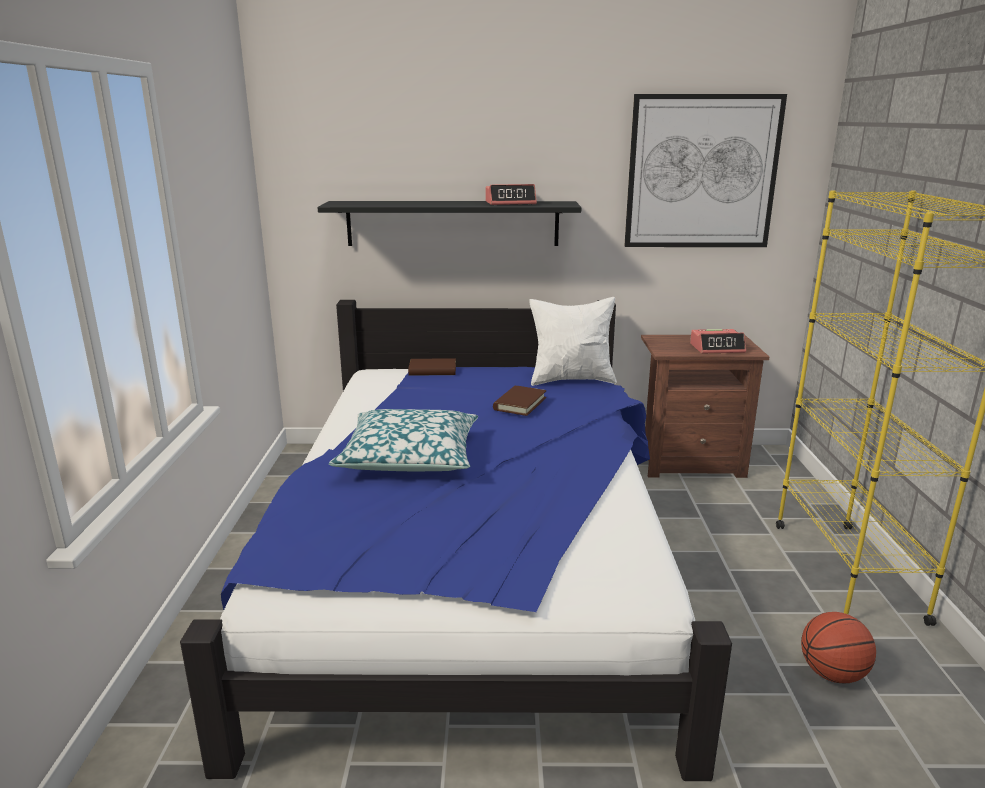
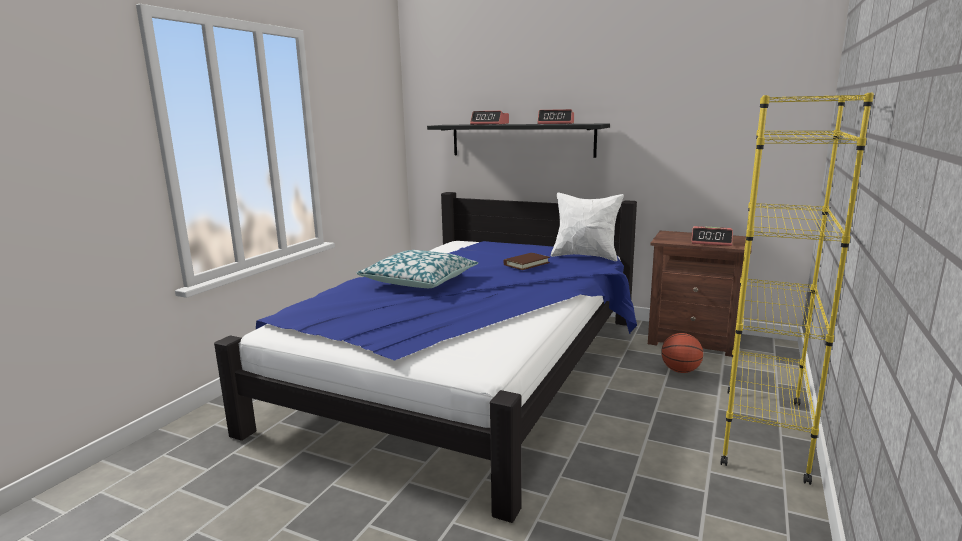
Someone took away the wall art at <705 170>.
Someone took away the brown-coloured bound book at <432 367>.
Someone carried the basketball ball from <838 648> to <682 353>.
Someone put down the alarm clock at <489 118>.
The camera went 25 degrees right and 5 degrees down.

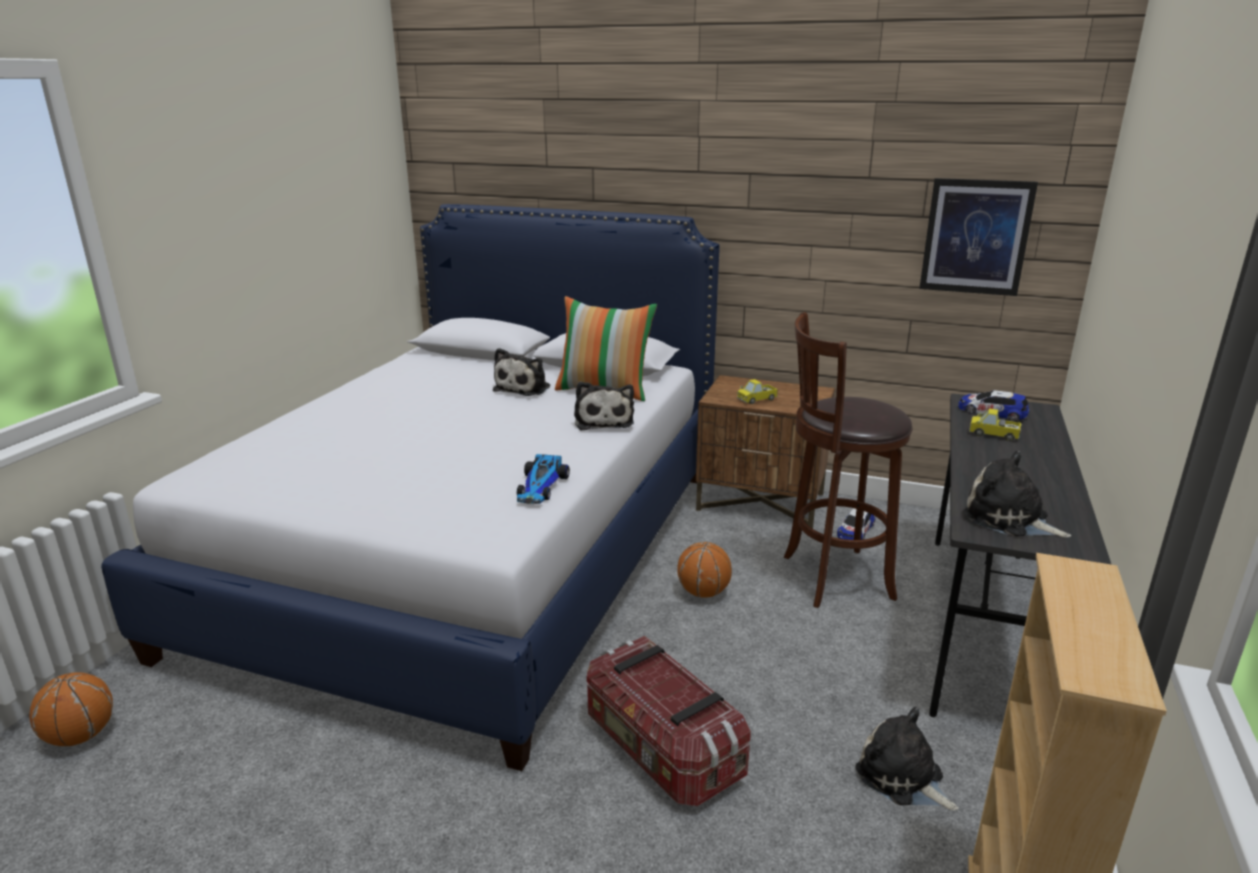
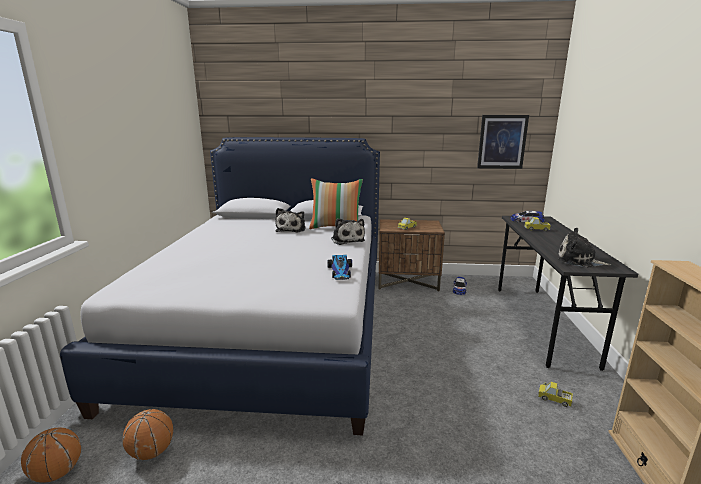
Someone took away the brown-coloured stool seat at <848 460>.
Someone carried the basketball ball from <704 570> to <148 434>.
Someone took away the storage container at <668 721>.
Someone swapped the cuddly toy at <907 759> for the model truck at <555 394>.
The camera went 15 degrees left and 5 degrees down.

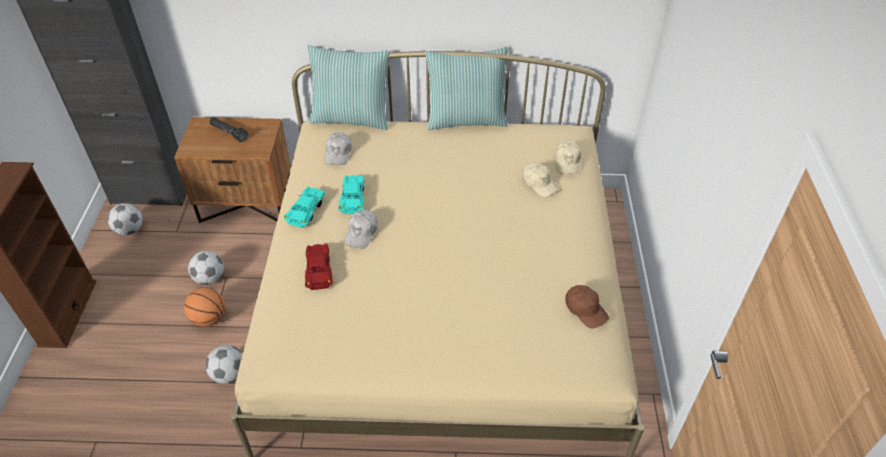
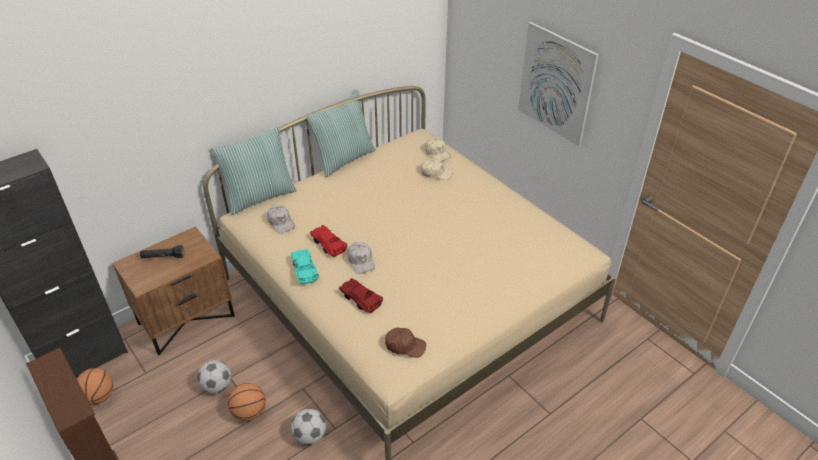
Someone repainted the blue-green miniature car at <351 194>, which became the reddish miniature car at <328 241>.
Someone swapped the football ball at <125 219> for the basketball ball at <95 386>.
Someone carried the brown-coloured baseball cap from <587 307> to <405 343>.
Someone put up the wall art at <558 84>.
The camera went 40 degrees left and 5 degrees down.

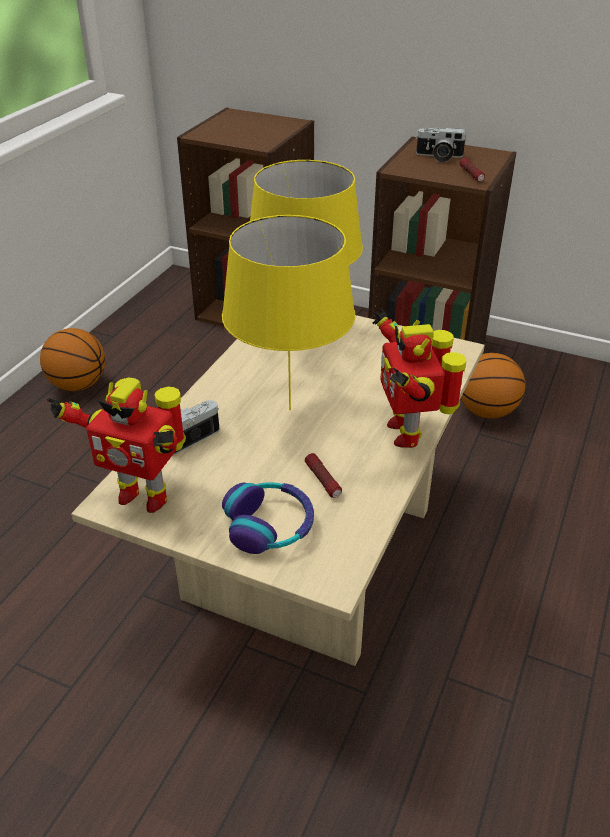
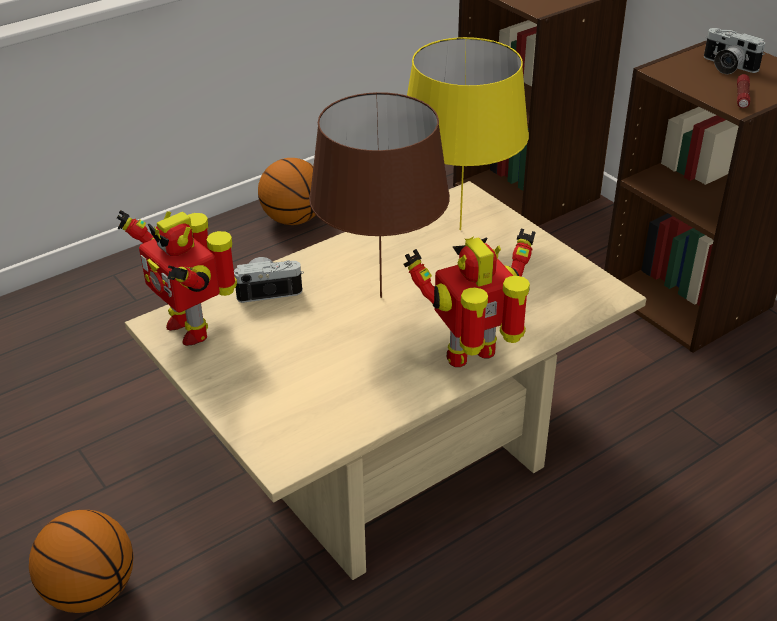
Someone repainted the yellowish table lamp at <288 312>, which became the brown-coloured table lamp at <379 195>.
Someone rotated the toy robot at <419 378> by 45 degrees clockwise.
Someone carried the basketball ball from <493 386> to <81 561>.
Someone took away the hand torch at <323 475>.
Someone took away the pair of headphones at <268 518>.
The camera went 30 degrees right and 0 degrees up.

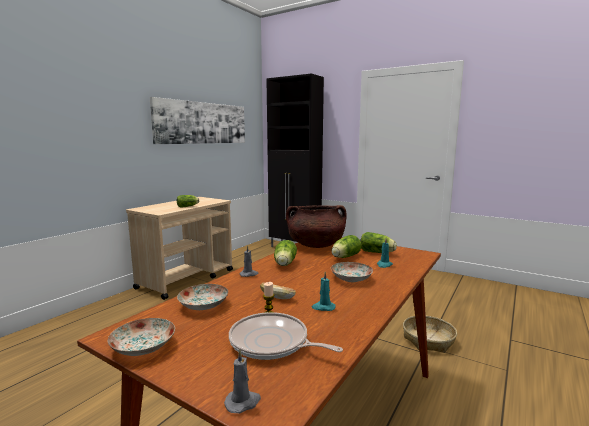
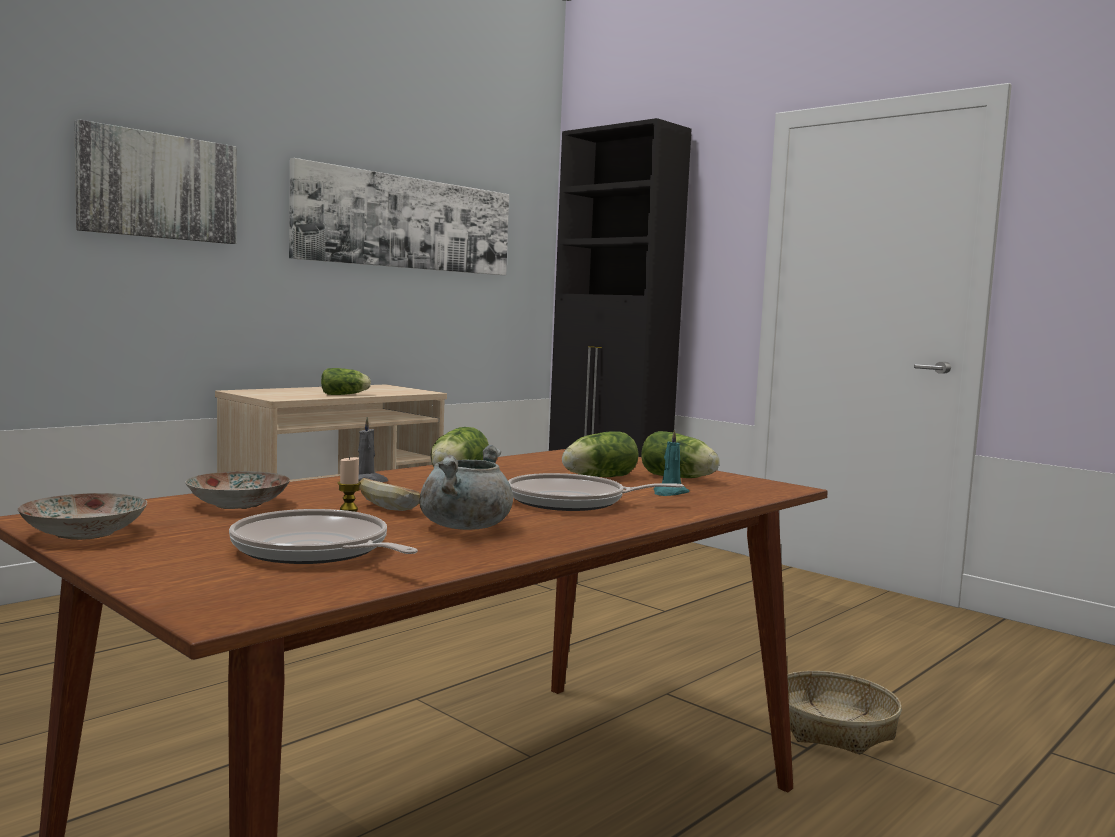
Someone took away the brown-coloured saucepot at <316 226>.
Someone swapped the dinner plate at <352 272> for the skillet at <596 492>.
Someone swapped the blue-green wax light at <323 291> for the grey saucepot at <466 487>.
Someone took away the grey wax light at <242 381>.
Someone put up the wall art at <155 181>.
The camera went 10 degrees right and 5 degrees down.

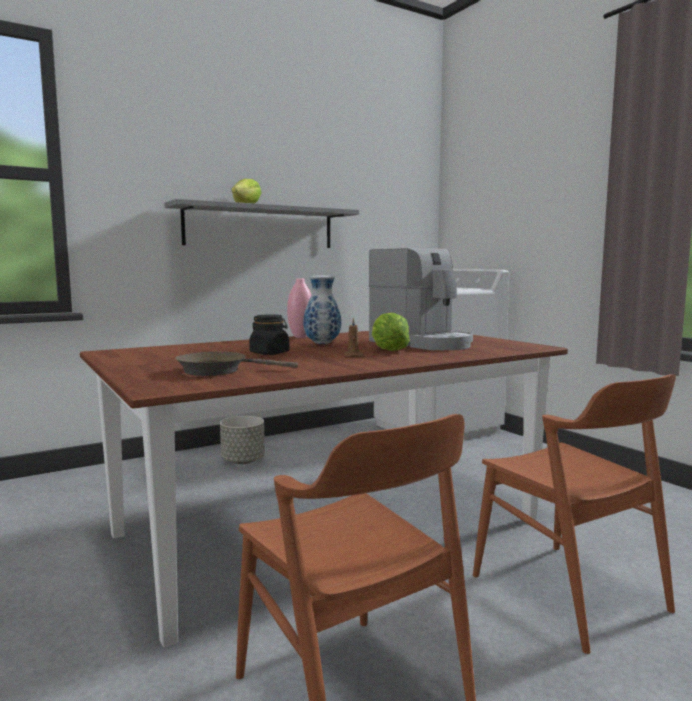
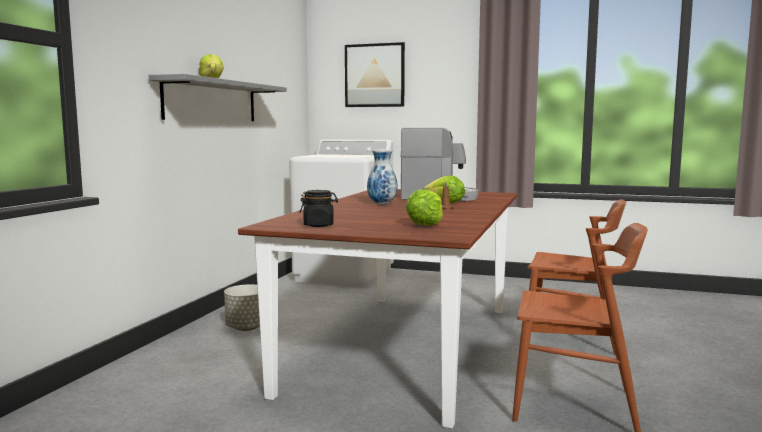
Someone took away the pink flower vase at <299 308>.
Someone carried the black storage jar from <269 335> to <319 208>.
Someone swapped the brown-coloured skillet at <236 364> for the head of lettuce at <424 207>.
Someone put up the wall art at <375 74>.
The camera went 40 degrees left and 0 degrees up.

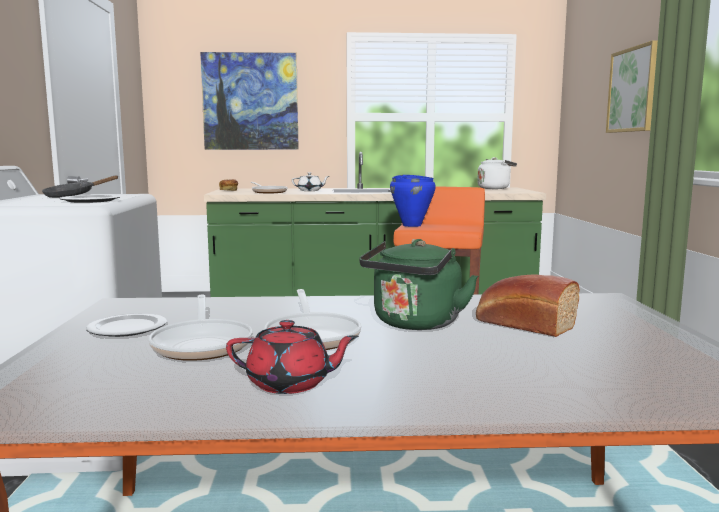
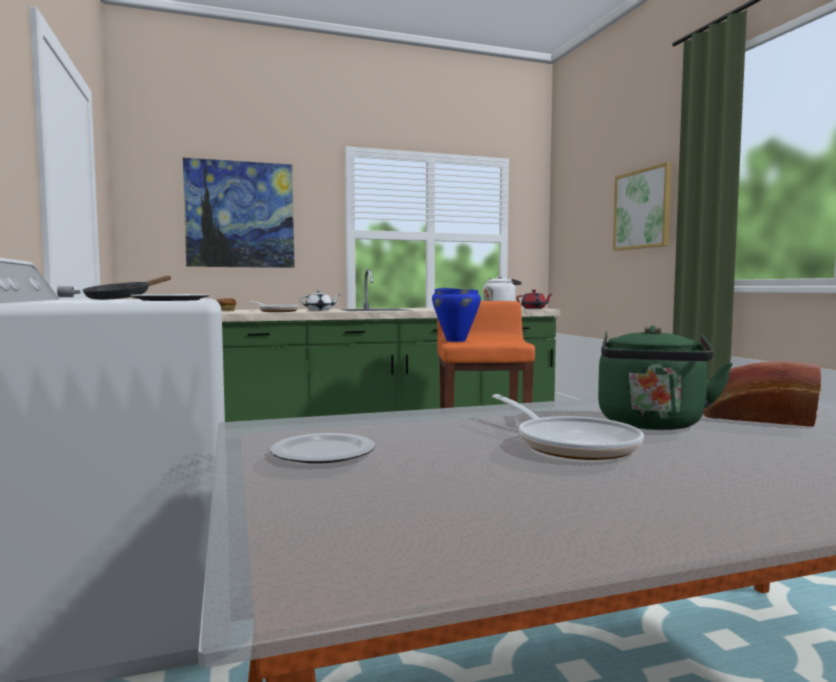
Someone took away the skillet at <201 328>.
Someone carried the reddish tea pot from <292 357> to <534 299>.
The camera went 15 degrees left and 5 degrees down.

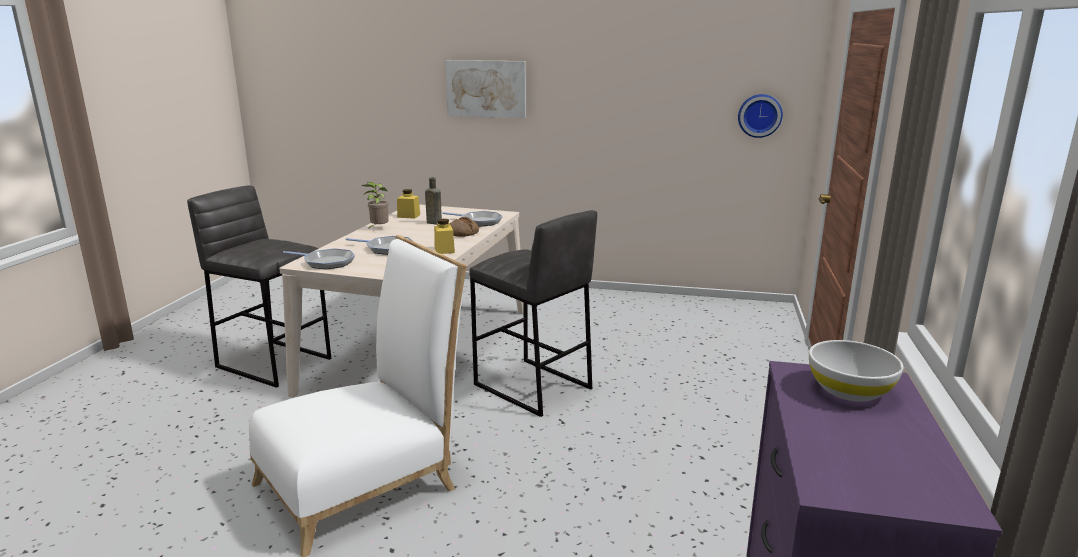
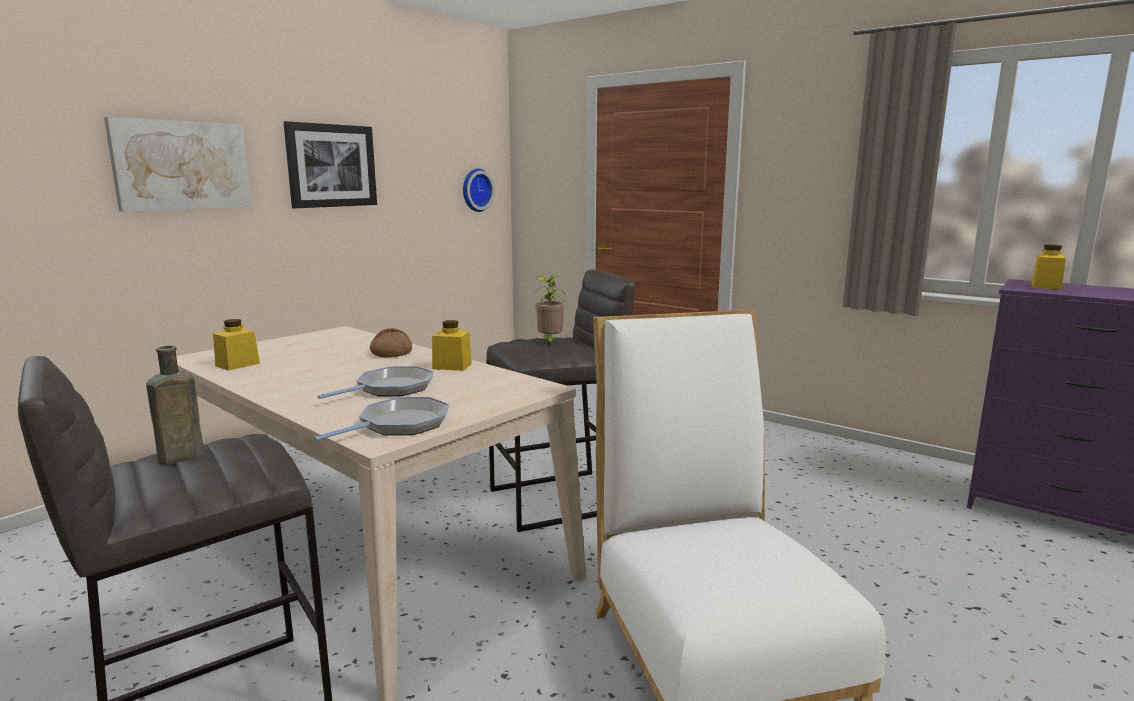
Someone carried the brown-coloured bottle from <433 201> to <175 405>.
Someone carried the houseplant from <375 206> to <549 310>.
Someone took away the skillet at <472 219>.
Someone swapped the whitish deep dish at <856 371> for the yellowish storage jar at <1048 267>.
Someone put up the wall art at <330 164>.
The camera went 65 degrees left and 5 degrees down.

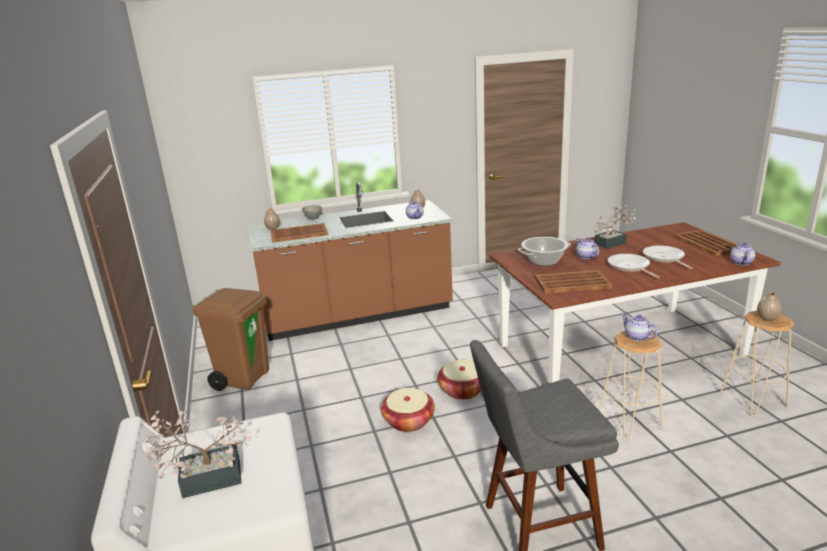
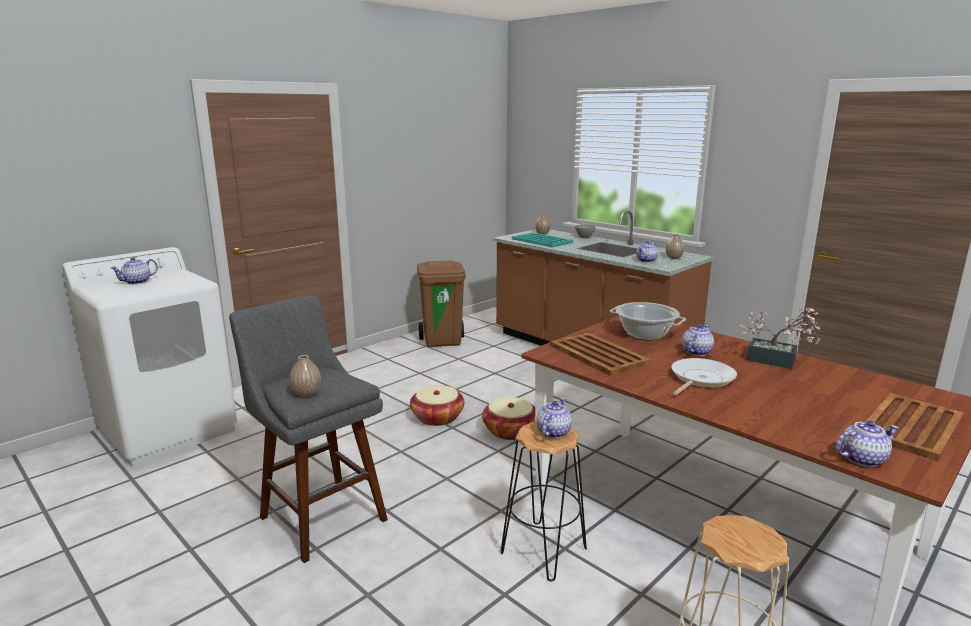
Someone repainted the brown-coloured tray at <299 233>, which became the blue-green tray at <542 240>.
Someone took away the skillet at <668 257>.
Someone carried the flower vase from <769 306> to <305 376>.
Someone repainted the beige-coloured stool seat at <631 386>, which became the black stool seat at <544 501>.
Someone swapped the houseplant at <198 454> for the tea pot at <134 270>.
The camera went 60 degrees right and 5 degrees down.

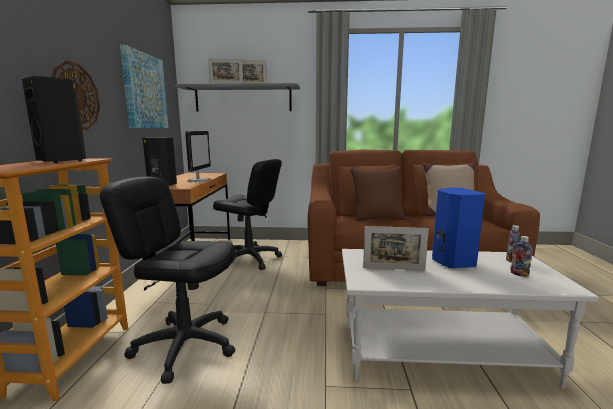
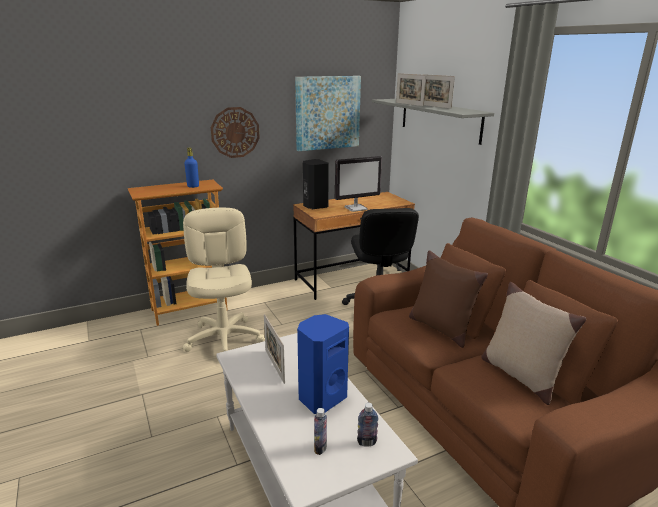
Someone swapped the black loudspeaker at <54 119> for the bluish bottle at <191 168>.
Someone repainted the black computer chair at <168 280>, which became the beige-coloured computer chair at <224 280>.
The camera went 60 degrees right and 10 degrees up.

